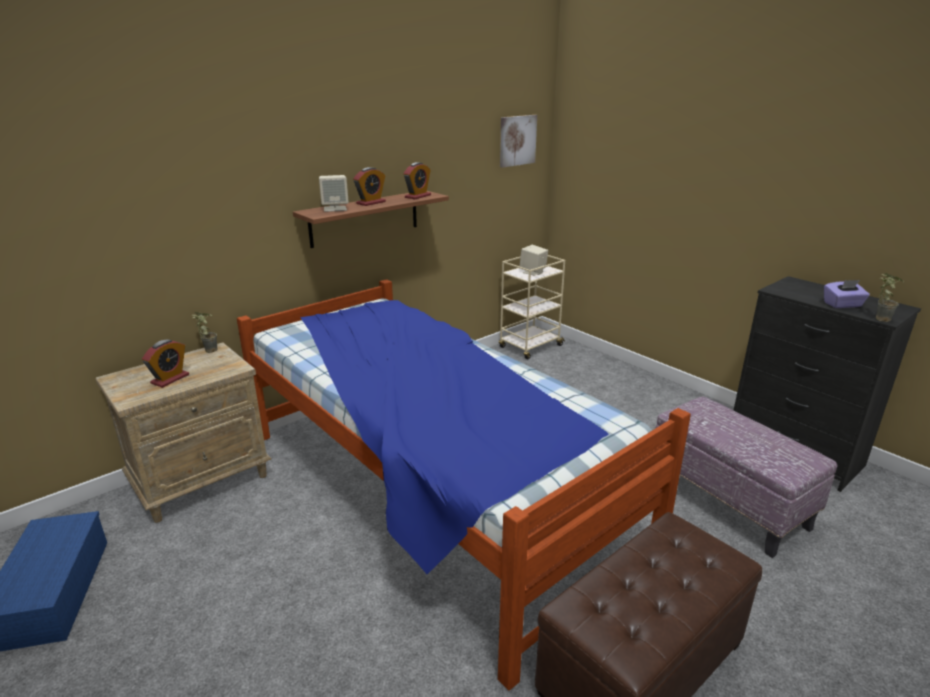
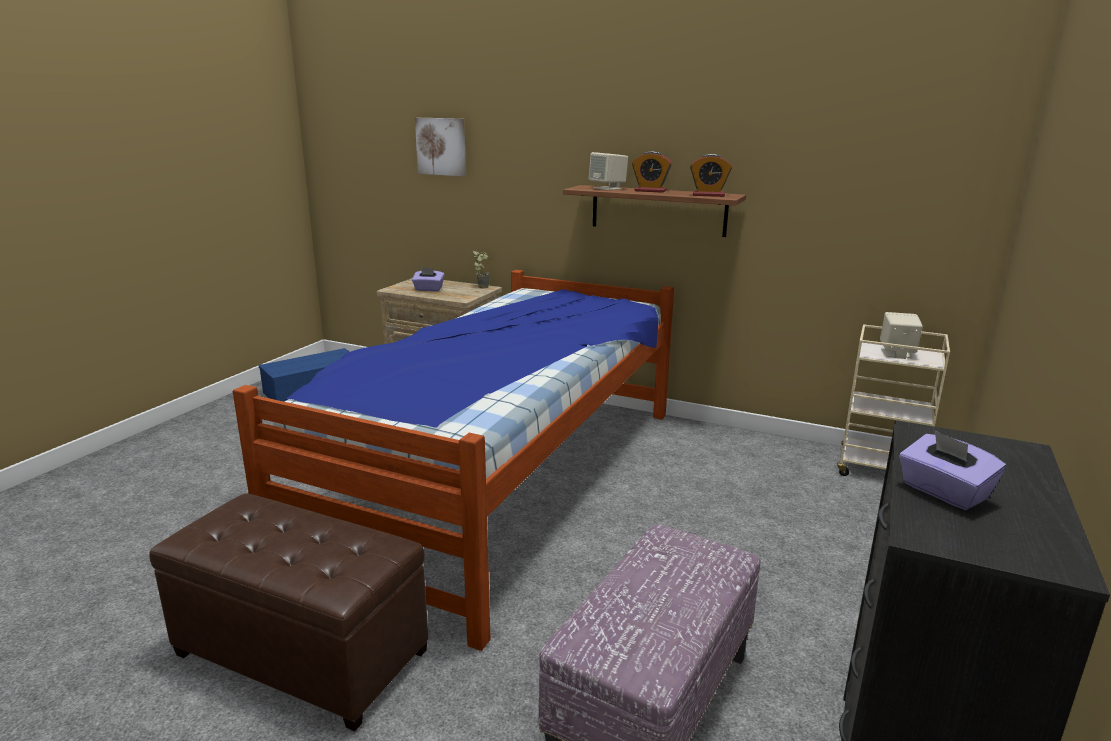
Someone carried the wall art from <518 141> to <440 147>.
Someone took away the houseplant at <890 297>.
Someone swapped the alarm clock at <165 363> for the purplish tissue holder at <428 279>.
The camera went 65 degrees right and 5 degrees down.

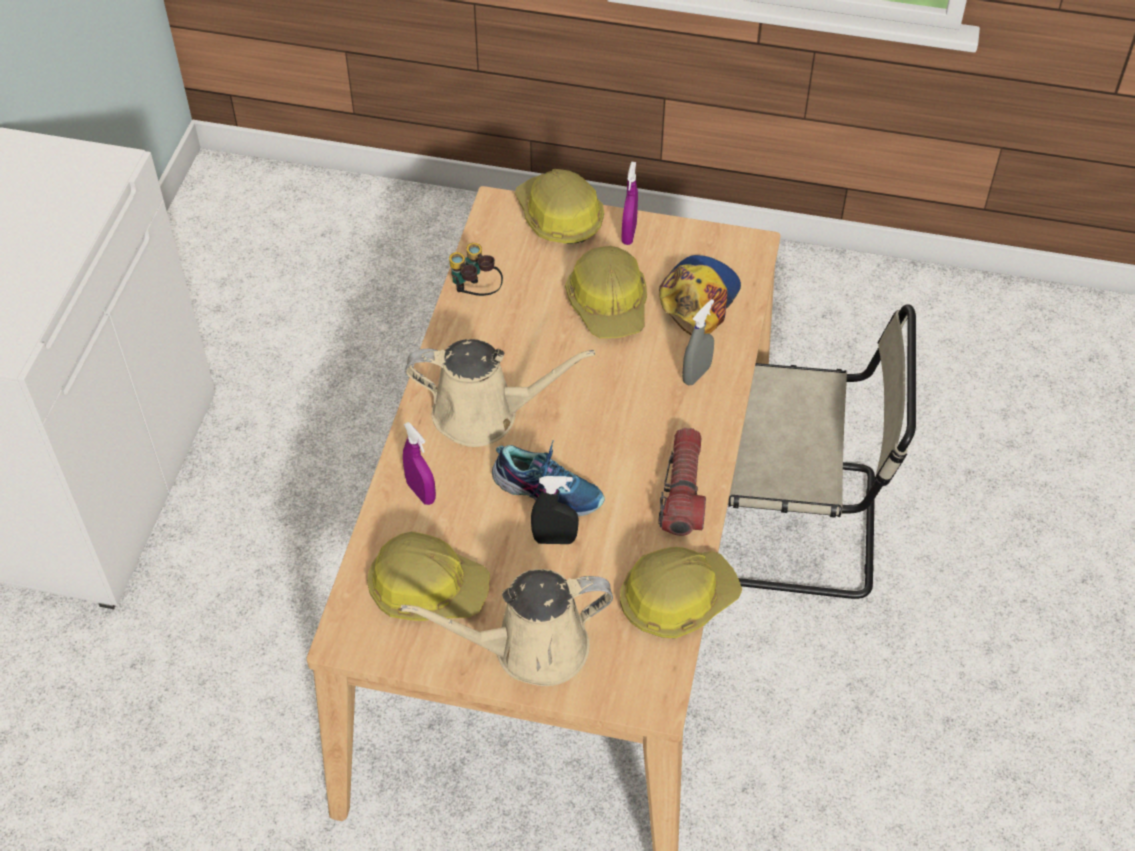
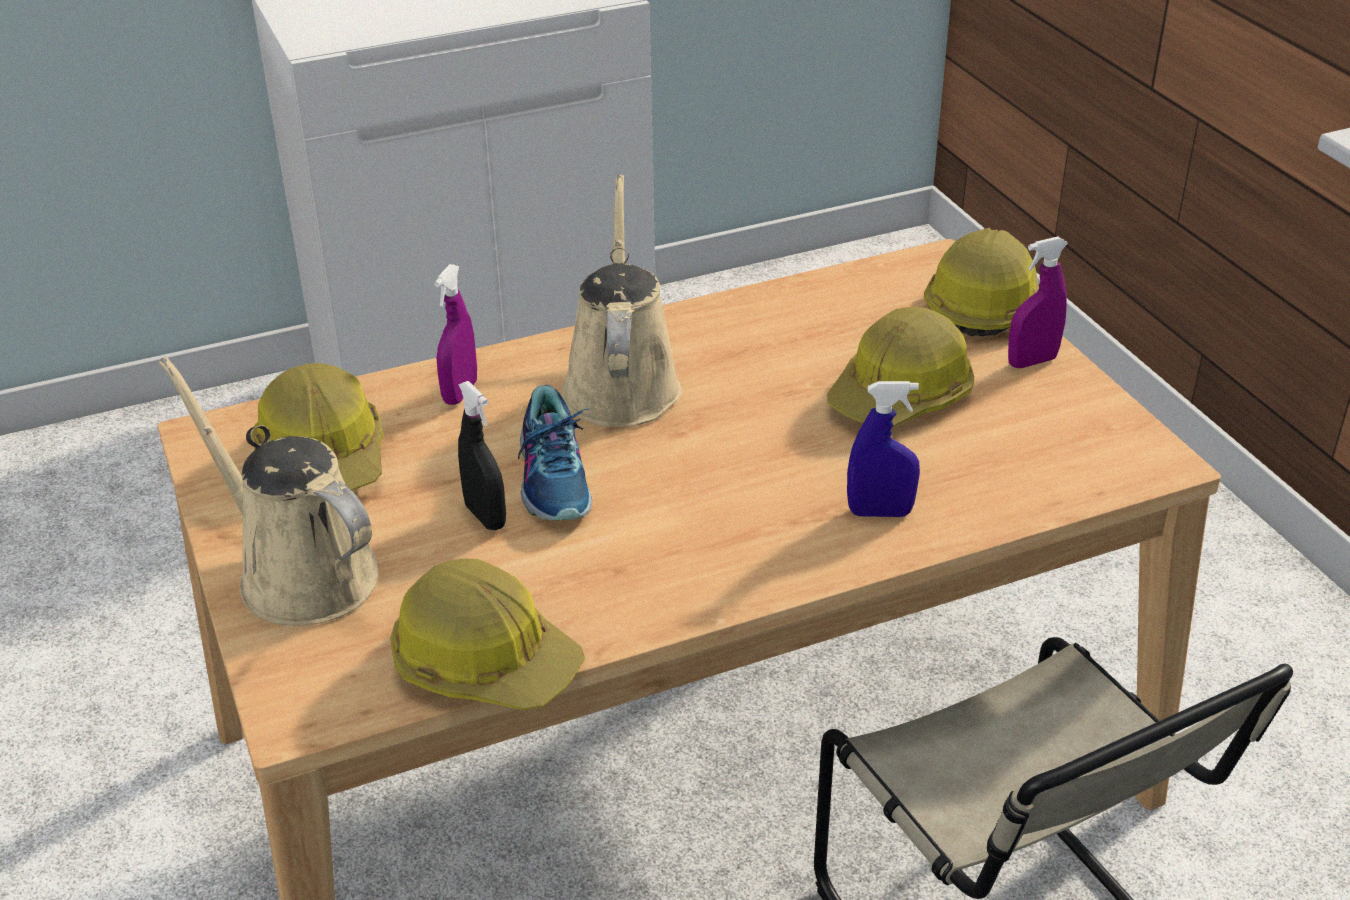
Someone took away the pair of binoculars at <476 269>.
Someone took away the baseball cap at <700 295>.
Someone repainted the grey spray bottle at <698 342>, which became the bluish spray bottle at <883 449>.
Someone rotated the beige-coloured sprinkling can at <500 393> by 150 degrees counterclockwise.
Someone took away the hand torch at <682 482>.
The camera went 55 degrees right and 15 degrees down.

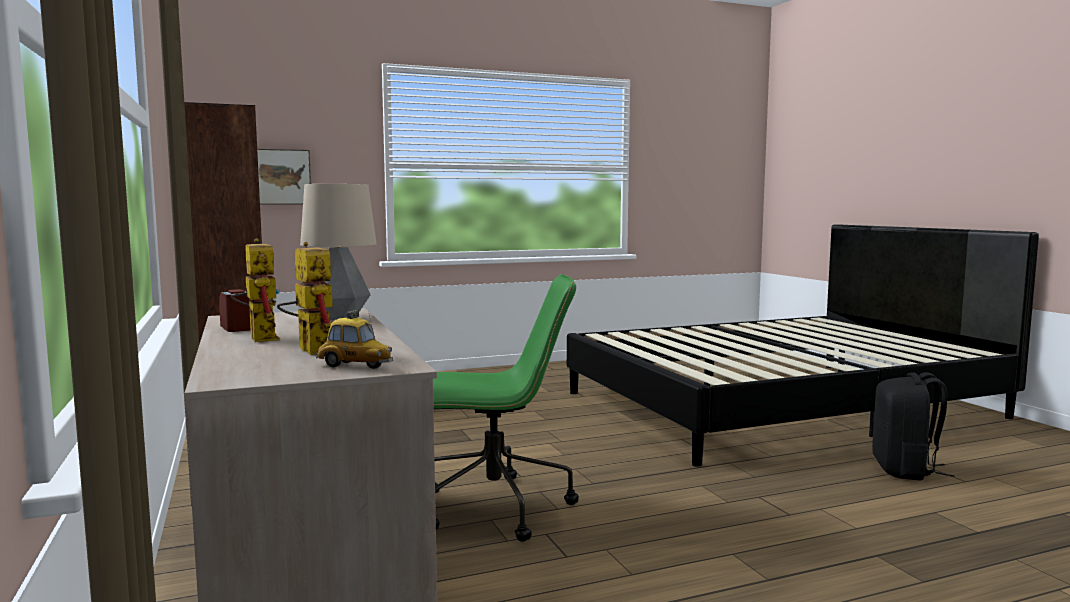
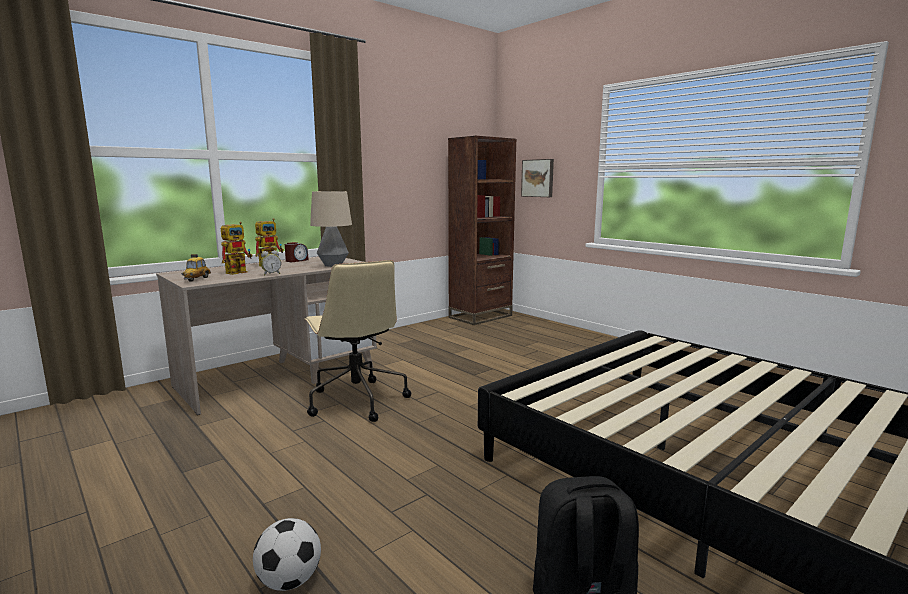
Someone repainted the green computer chair at <506 408>, which became the beige-coloured computer chair at <357 341>.
Someone put down the alarm clock at <270 263>.
Someone put down the football ball at <287 554>.
The camera went 70 degrees right and 5 degrees up.

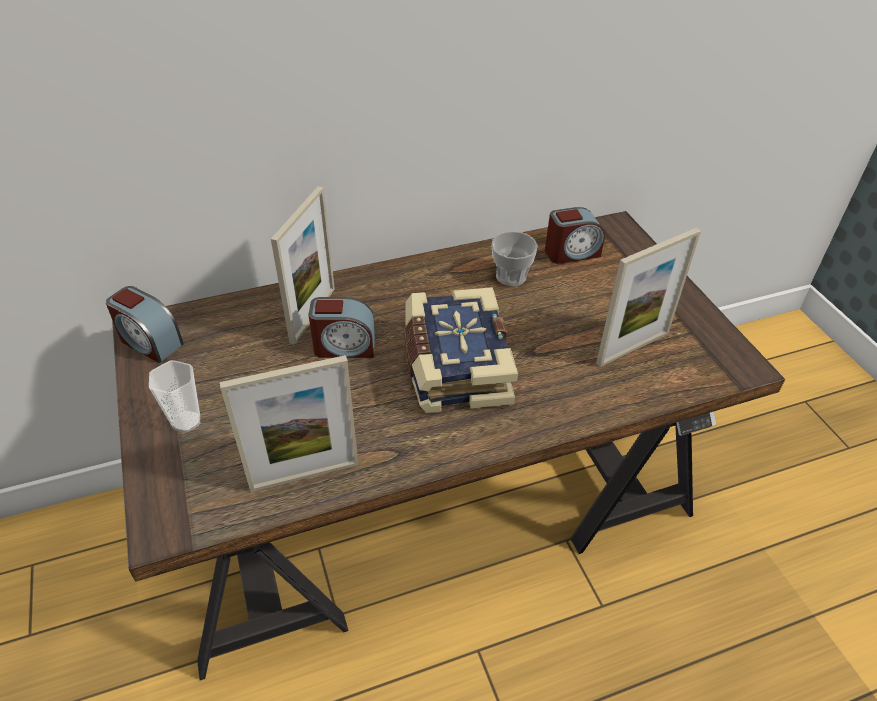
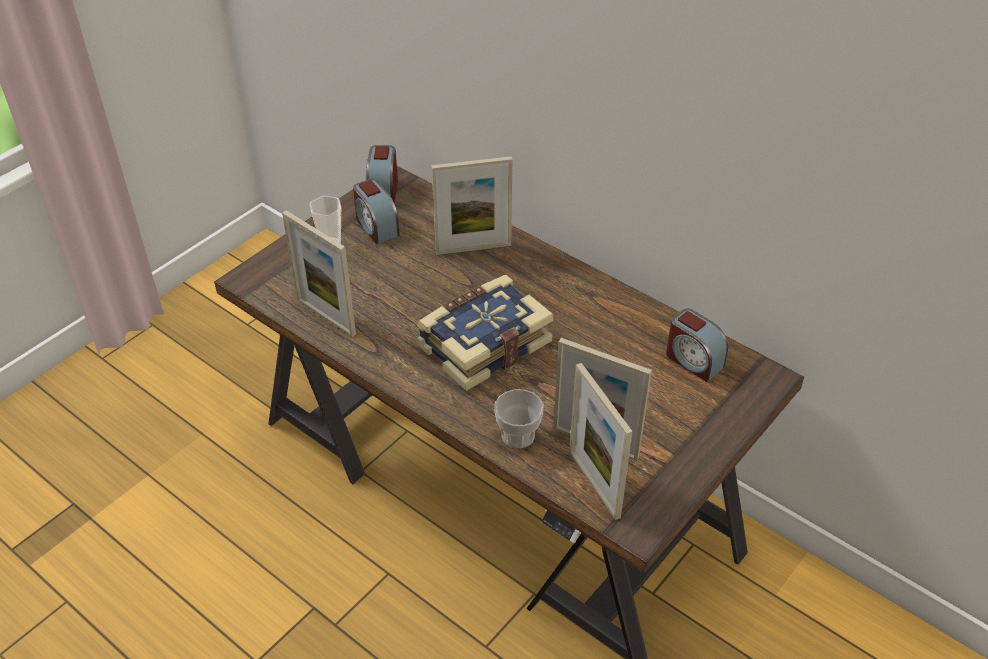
Someone carried the small cup from <514 258> to <519 418>.
Someone carried the alarm clock from <342 327> to <376 211>.
Someone put down the standing frame at <601 441>.
The camera went 60 degrees right and 0 degrees up.

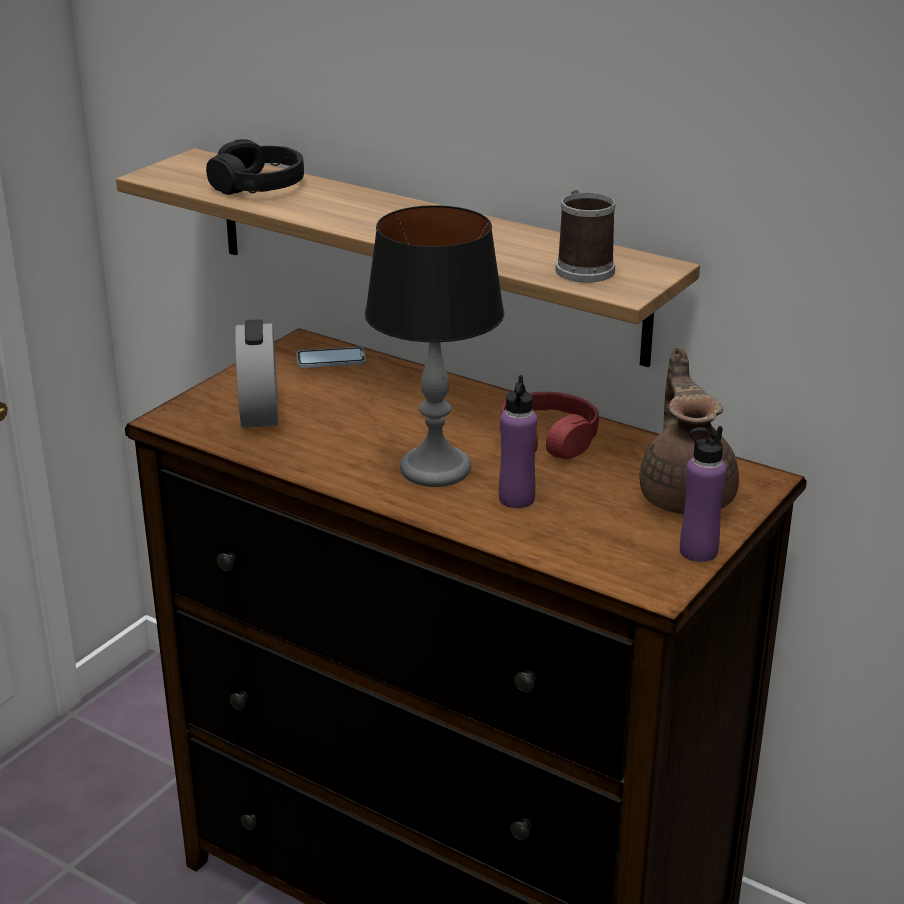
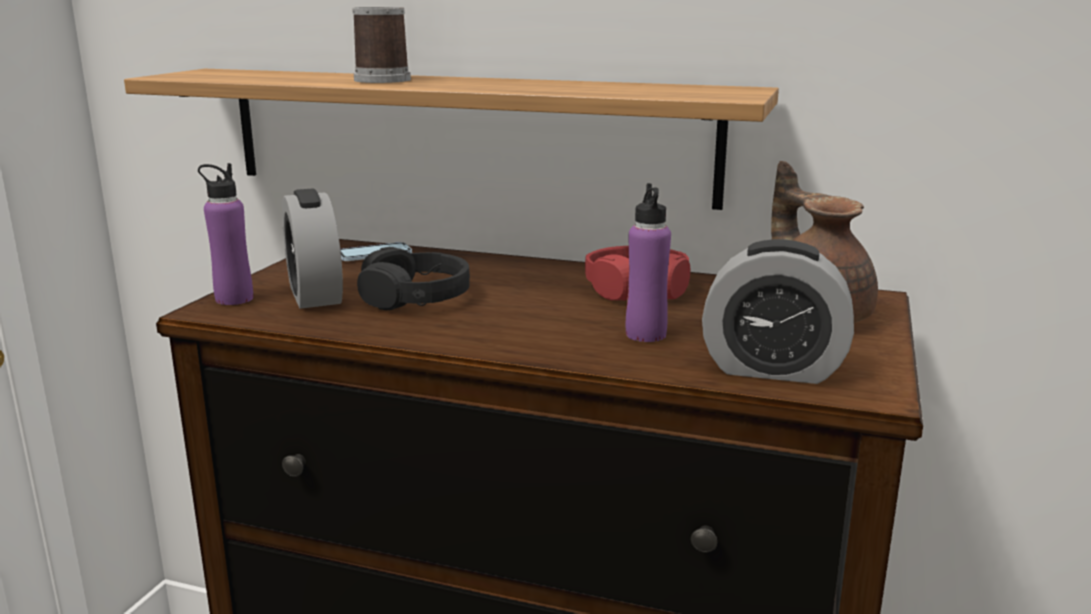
Someone carried the black pair of headphones from <255 167> to <413 278>.
Someone carried the mug from <585 236> to <382 45>.
Someone took away the table lamp at <434 346>.
Someone carried the purplish bottle from <703 494> to <225 234>.
Someone put down the alarm clock at <778 311>.
The camera went 15 degrees left and 10 degrees down.

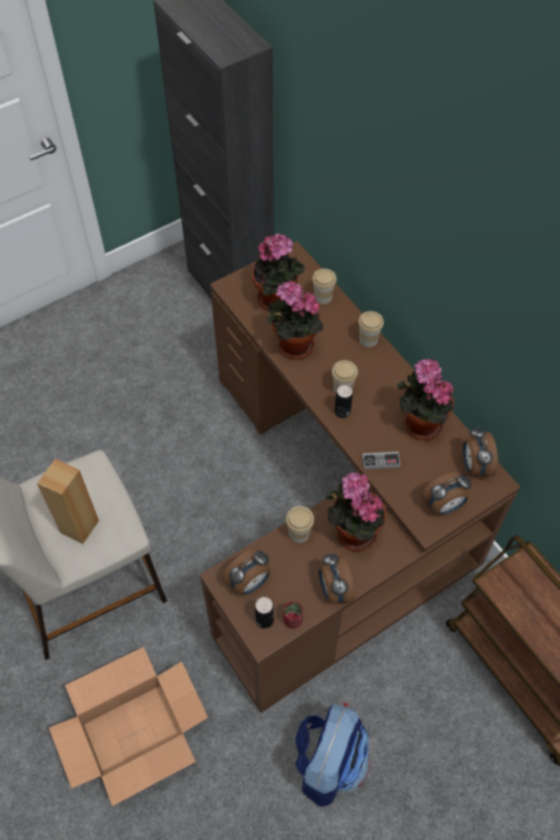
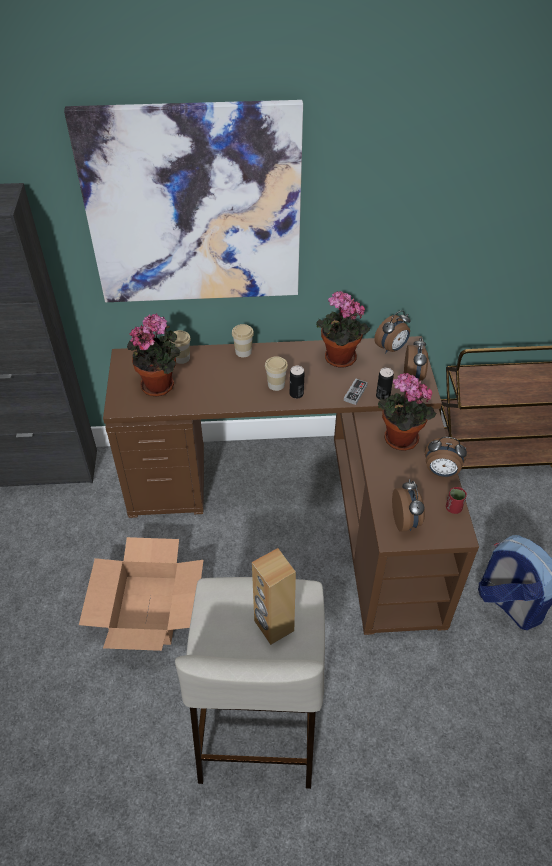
Someone took away the houseplant at <295 319>.
Someone rotated the alarm clock at <480 451> by 60 degrees counterclockwise.
Someone took away the small cup at <300 524>.
Someone carried the metal can from <264 612> to <385 384>.
Someone carried the carton from <128 726> to <141 594>.
Someone put up the wall art at <183 201>.
The camera went 60 degrees left and 10 degrees down.

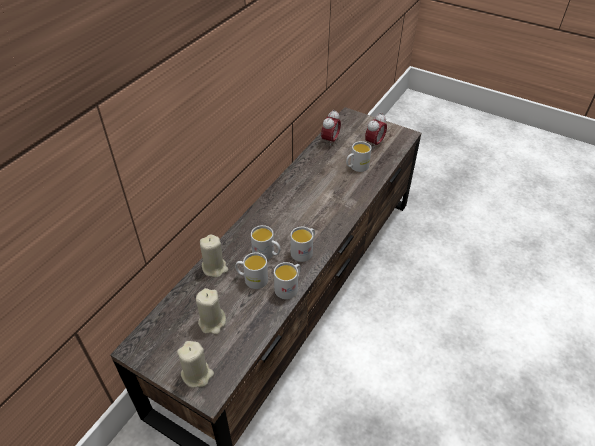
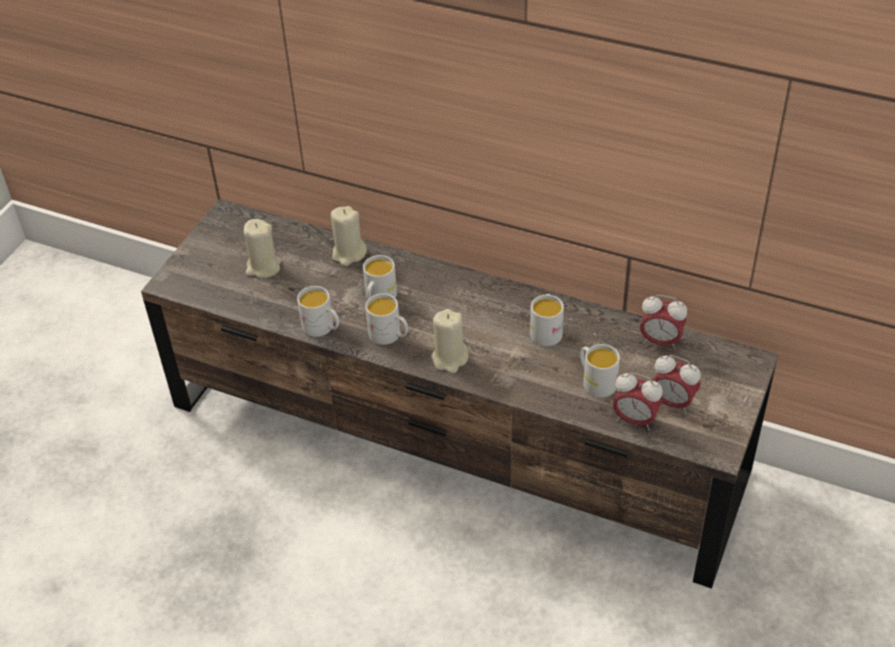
Someone carried the whitish mug from <251 270> to <547 320>.
Someone carried the beige-coloured wax light from <195 364> to <450 341>.
Someone put down the alarm clock at <638 401>.
The camera went 85 degrees right and 0 degrees up.

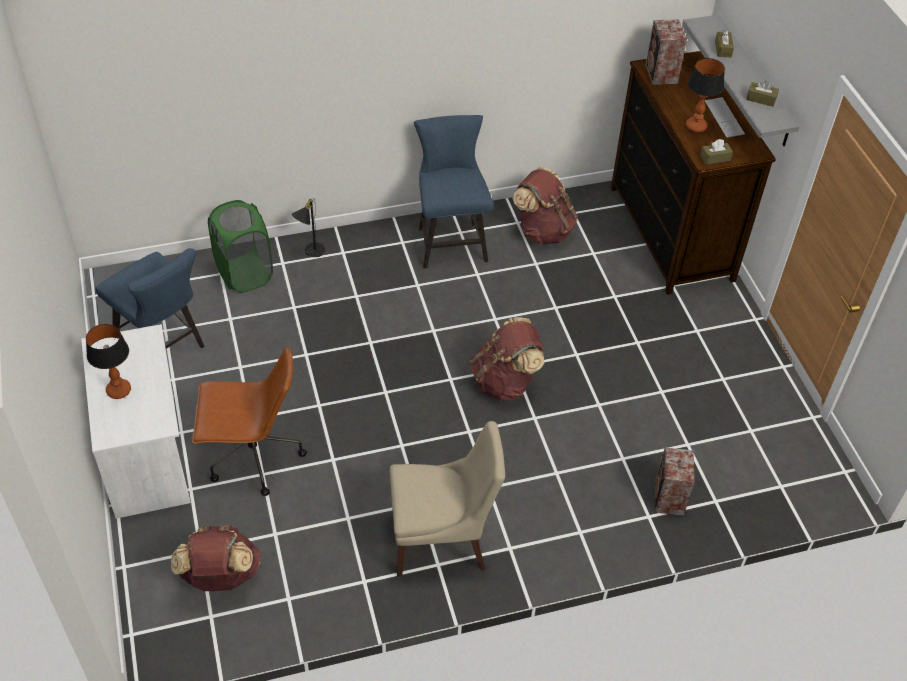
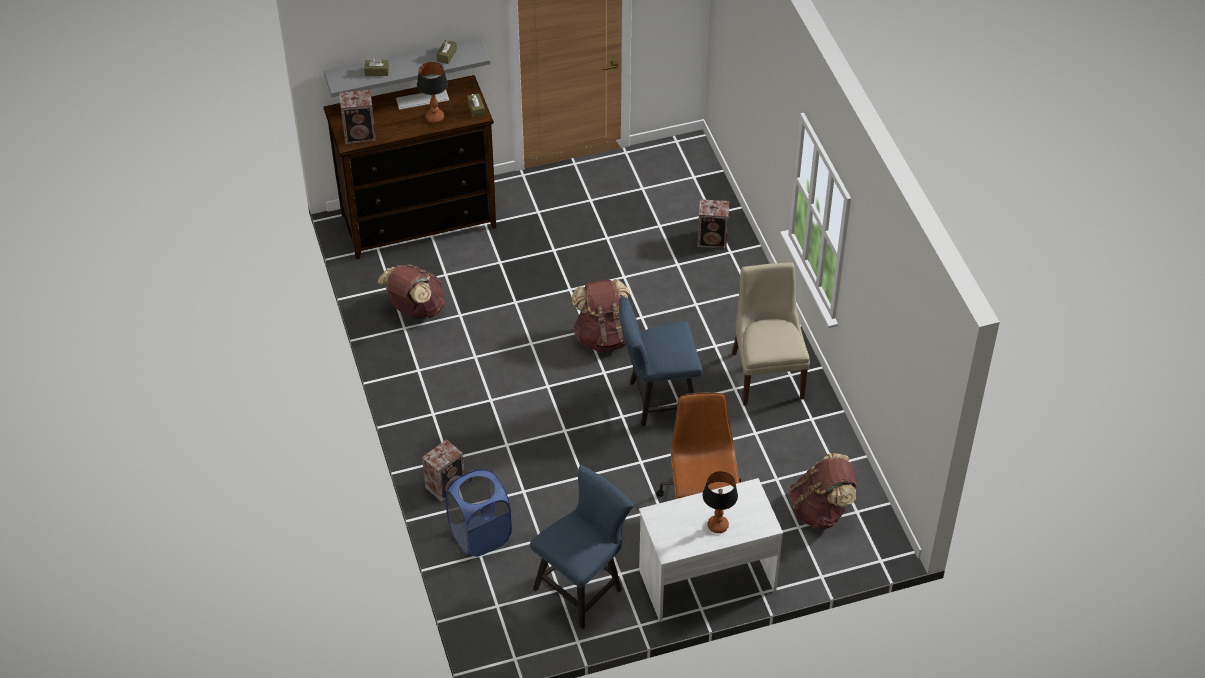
Someone carried the bluish plain chair from <453 191> to <661 361>.
Someone swapped the black table lamp at <309 227> for the loudspeaker at <443 470>.
Someone repainted the green hamper at <240 246>, which became the bluish hamper at <478 513>.
The camera went 90 degrees left and 0 degrees up.

